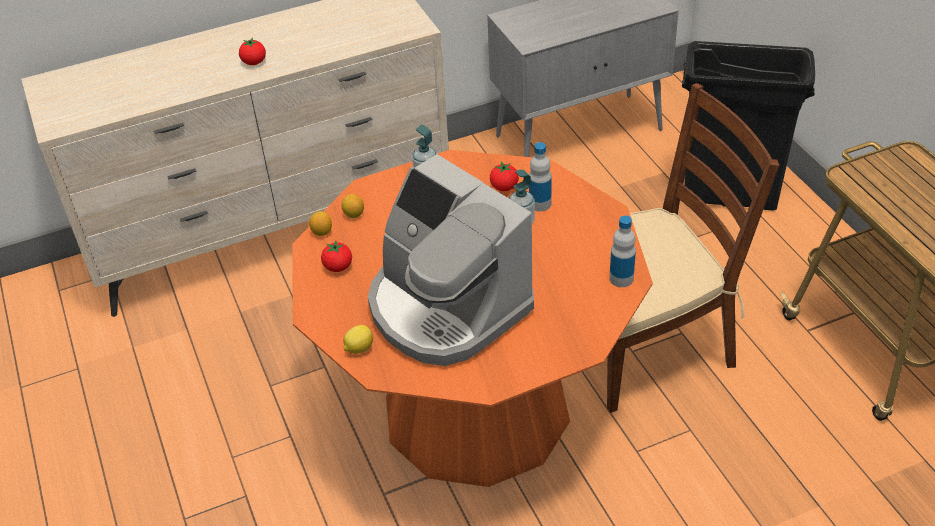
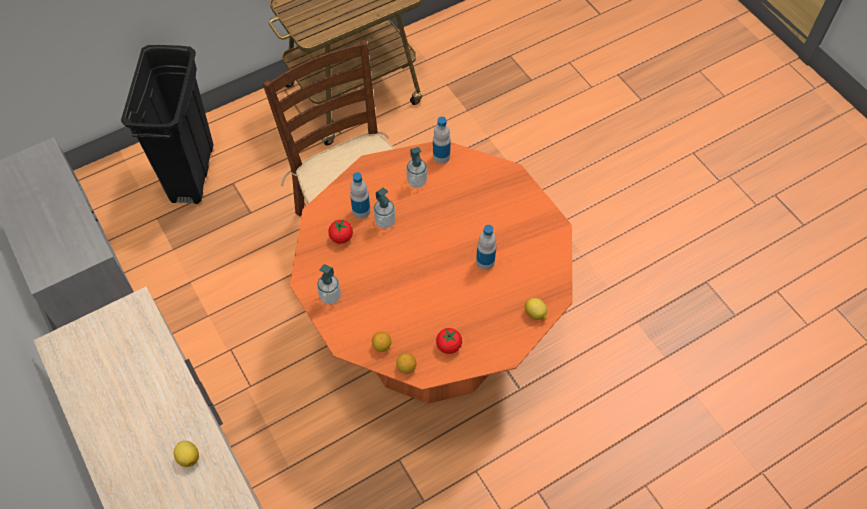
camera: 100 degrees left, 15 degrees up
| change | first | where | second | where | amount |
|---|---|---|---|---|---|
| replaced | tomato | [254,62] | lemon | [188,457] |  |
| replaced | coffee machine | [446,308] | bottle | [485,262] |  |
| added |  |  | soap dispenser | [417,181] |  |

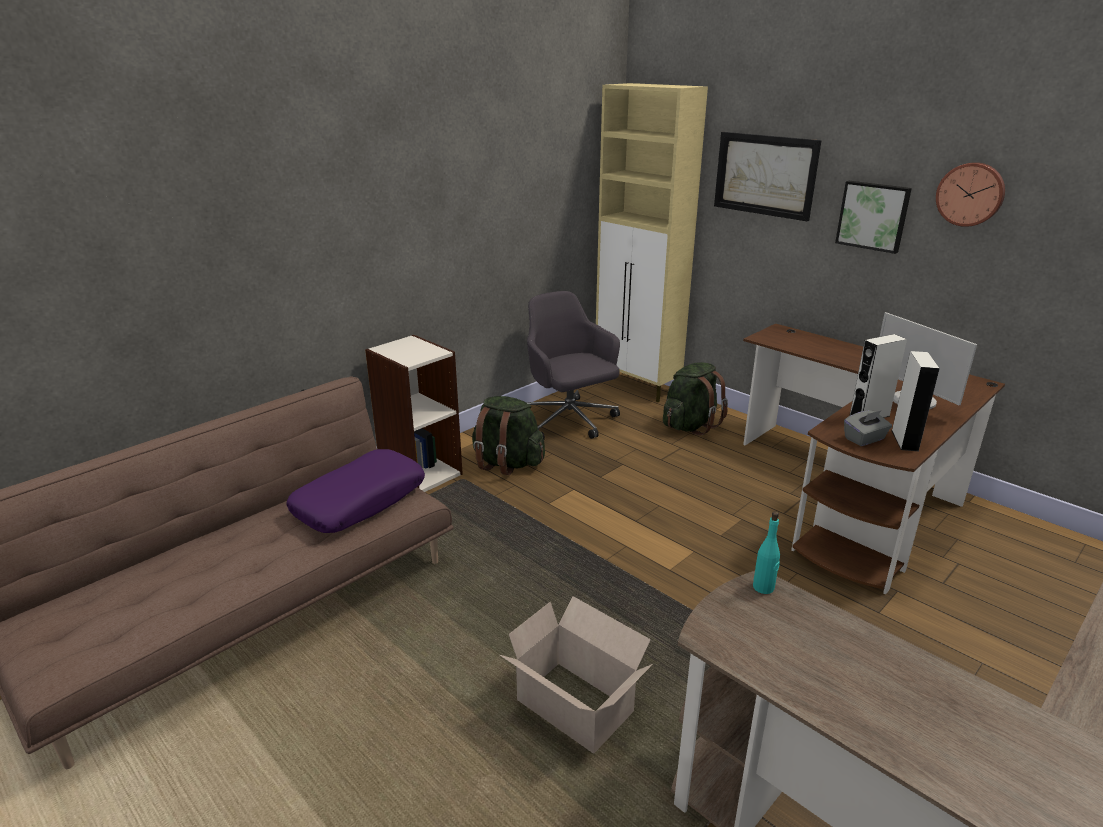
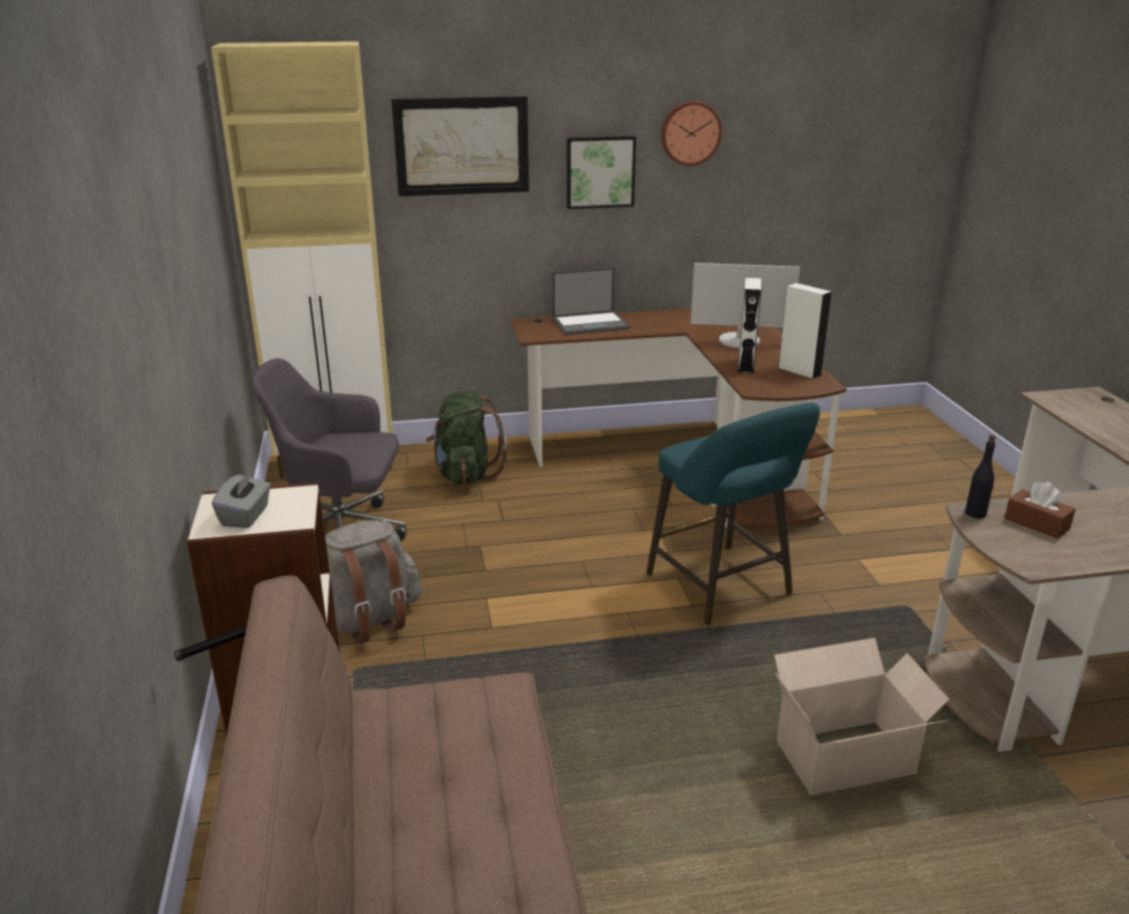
camera: 55 degrees left, 0 degrees up
| change | first | where | second | where | amount |
|---|---|---|---|---|---|
| removed | purple pillow | [359,501] |  |  |  |
| recoloured | green backpack | [507,463] | grey backpack | [367,620] |  |
| recoloured | turquoise bottle | [763,587] | black bottle | [975,513] |  |
| moved | grey tissue box | [865,439] |  | [246,516] |  |
| added |  |  | laptop | [591,324] |  |
| added |  |  | turquoise stool | [723,589] |  |
| added |  |  | brown tissue box | [1036,523] |  |

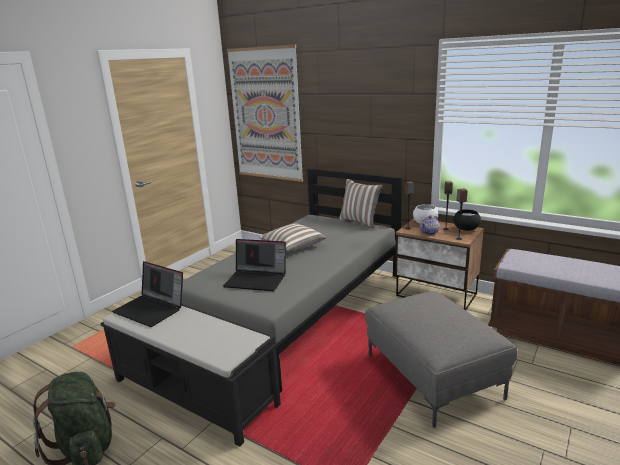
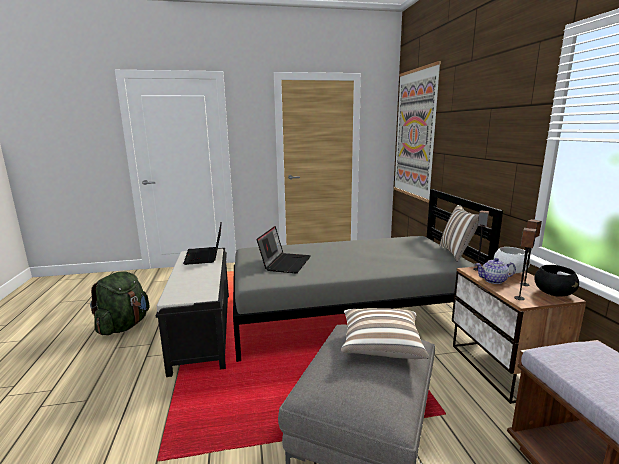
camera: 45 degrees right, 5 degrees down
| change | first | where | second | where | amount |
|---|---|---|---|---|---|
| turned | laptop | [257,279] |  | [285,263] | 135 degrees counterclockwise |
| moved | pillow | [292,247] |  | [381,346] |  |

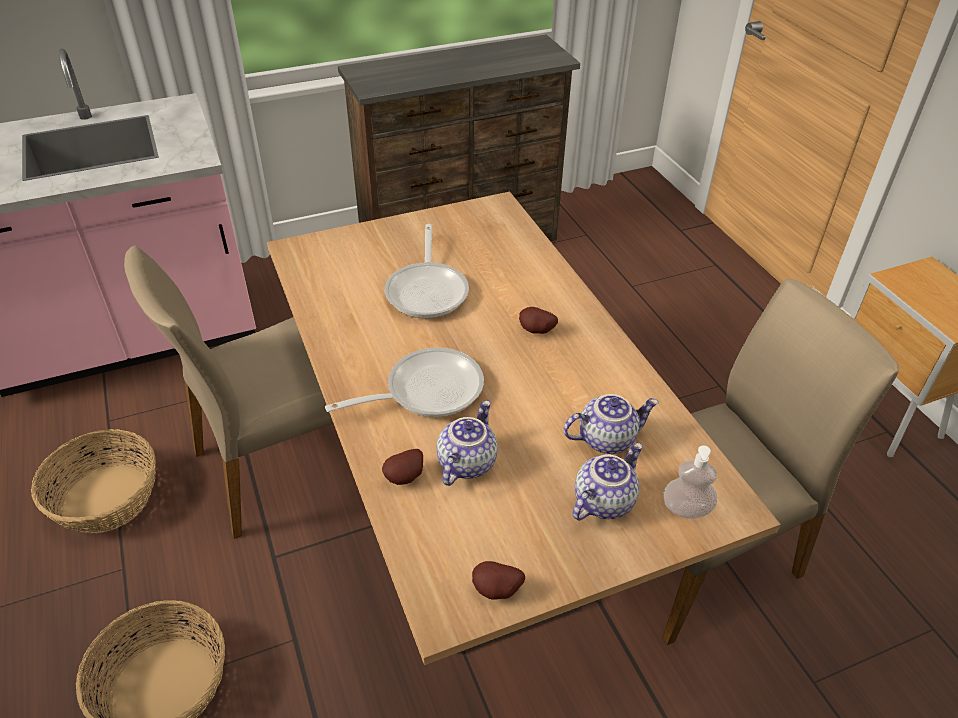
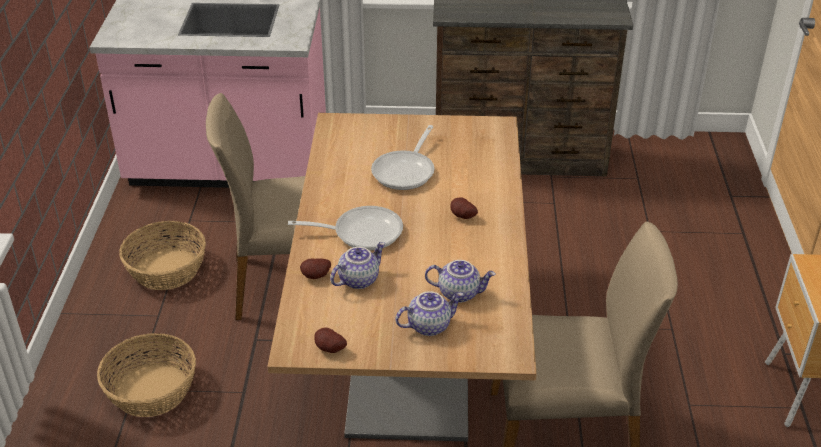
camera: 25 degrees right, 5 degrees down
| change | first | where | second | where | amount |
|---|---|---|---|---|---|
| removed | soap dispenser | [686,509] |  |  |  |

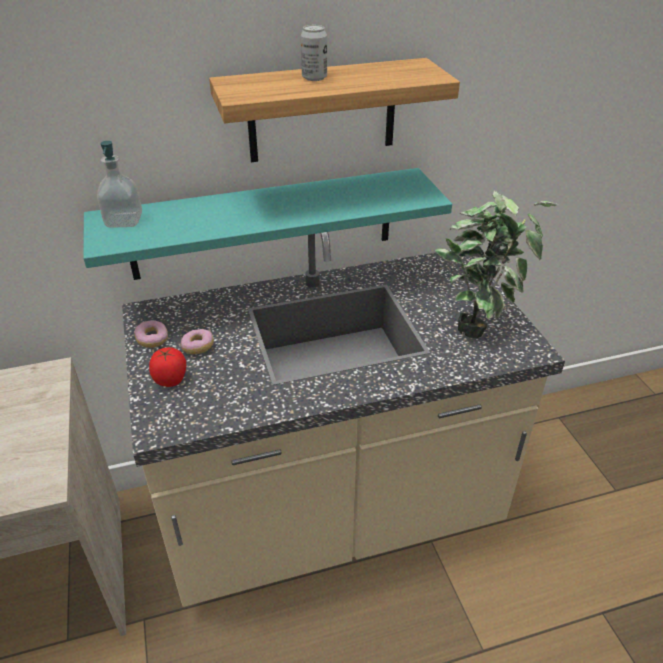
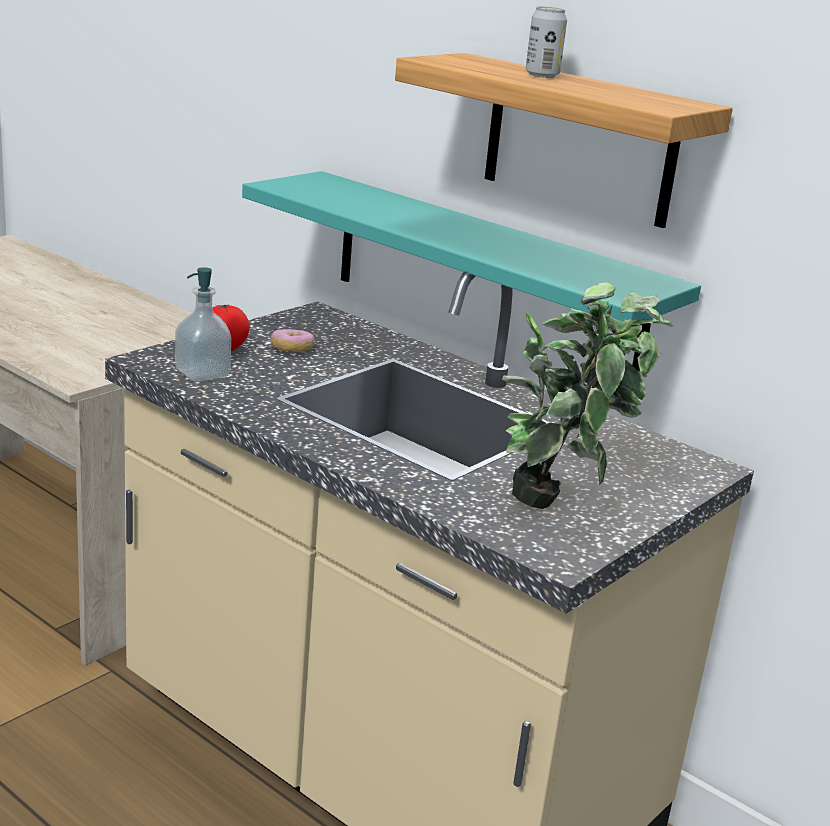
camera: 55 degrees right, 15 degrees down
| change | first | where | second | where | amount |
|---|---|---|---|---|---|
| moved | soap dispenser | [124,221] |  | [202,373] |  |
| removed | donut | [152,340] |  |  |  |

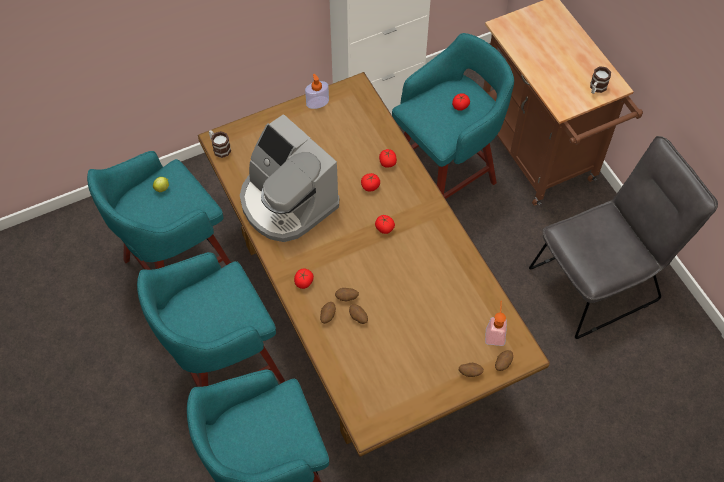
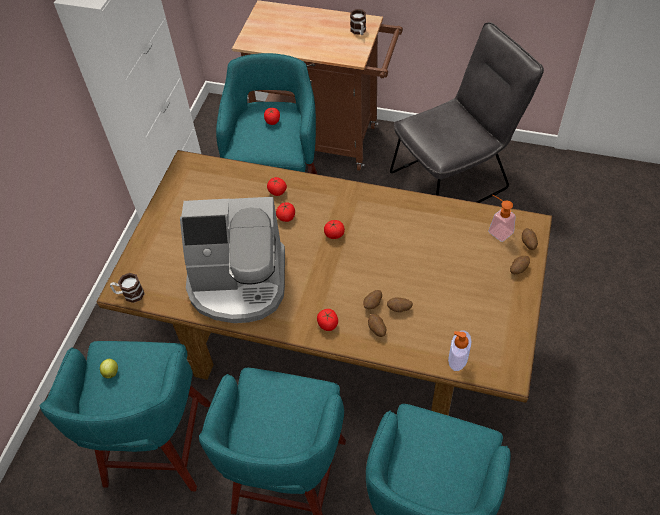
camera: 45 degrees left, 5 degrees down
| change | first | where | second | where | amount |
|---|---|---|---|---|---|
| moved | soap dispenser | [317,102] |  | [458,358] |  |
| turned | grey chair | [602,281] |  | [455,177] | 45 degrees clockwise |

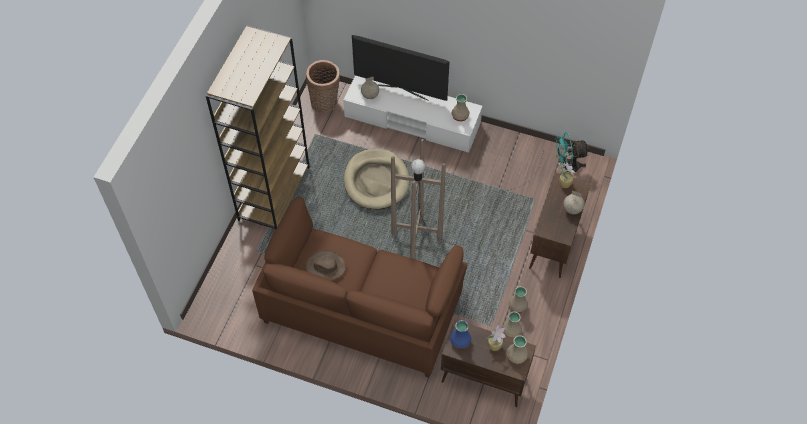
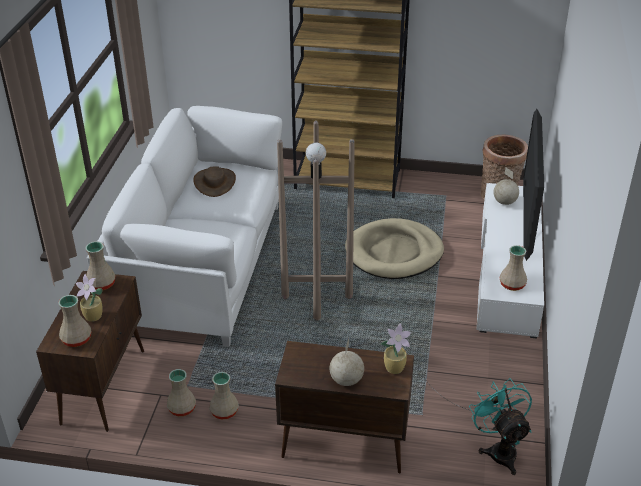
camera: 80 degrees right, 20 degrees down
| change | first | where | second | where | amount |
|---|---|---|---|---|---|
| recoloured | brown sofa | [362,309] | white sofa | [200,265] |  |
| recoloured | blue vase | [459,340] | beige vase | [102,283] |  |

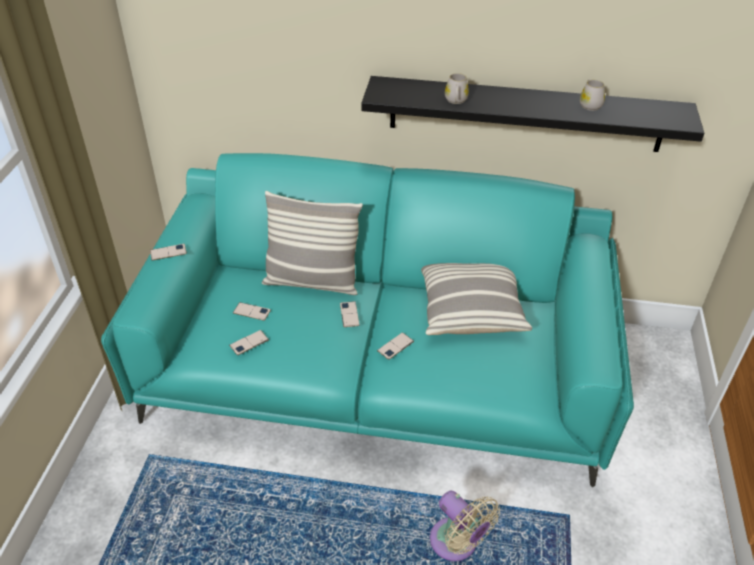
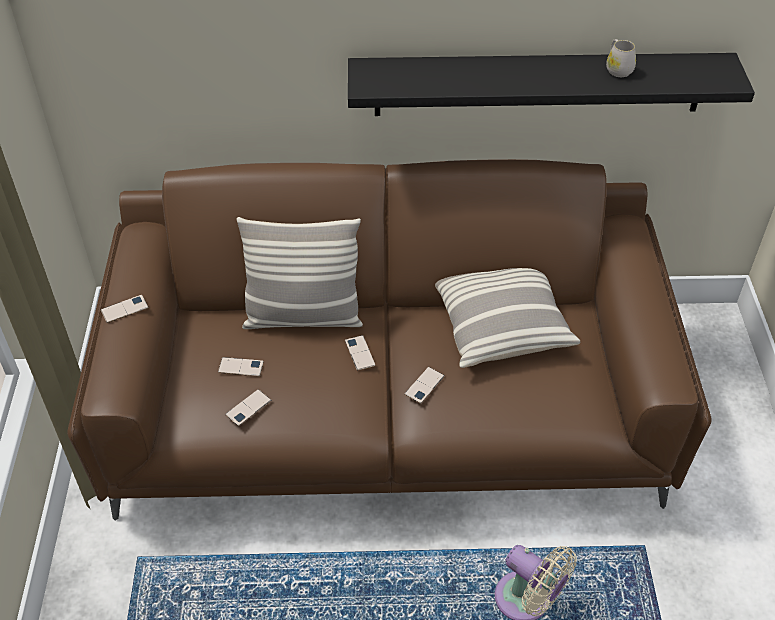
camera: 10 degrees left, 5 degrees up
| change | first | where | second | where | amount |
|---|---|---|---|---|---|
| recoloured | turquoise sofa | [377,373] | brown sofa | [389,410] |  |
| removed | white mug | [455,101] |  |  |  |

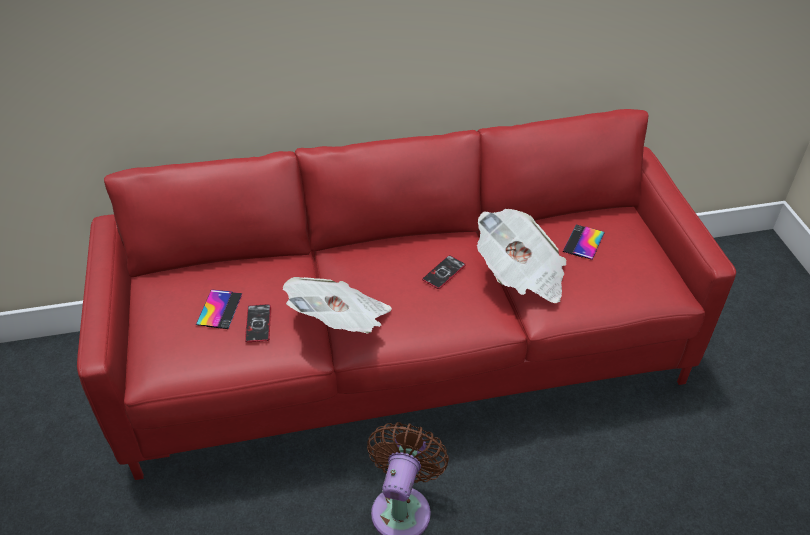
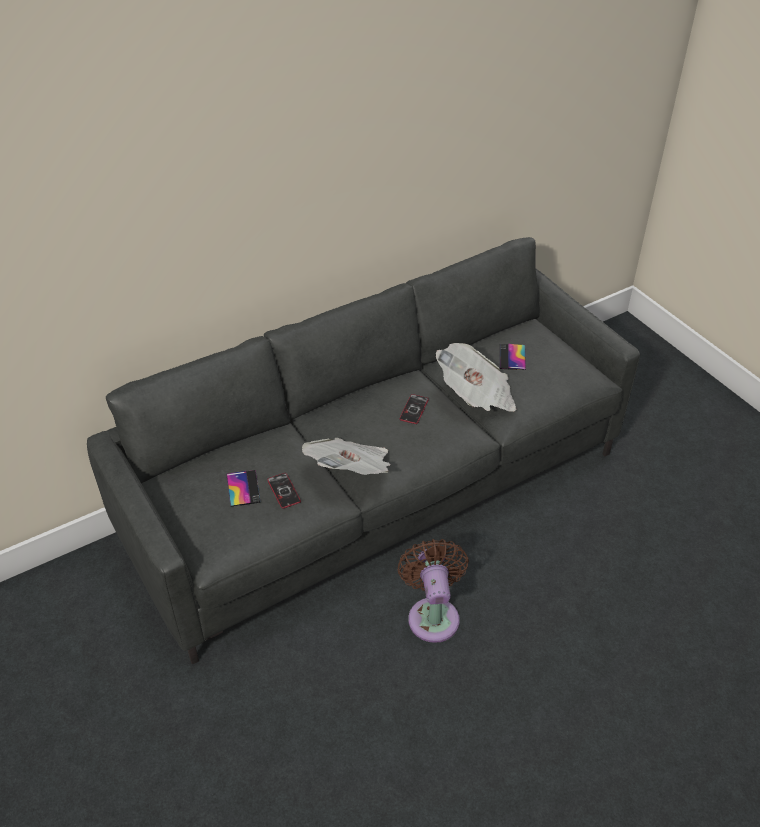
camera: 20 degrees left, 0 degrees up
| change | first | where | second | where | amount |
|---|---|---|---|---|---|
| recoloured | red sofa | [405,361] | grey sofa | [379,498] |  |

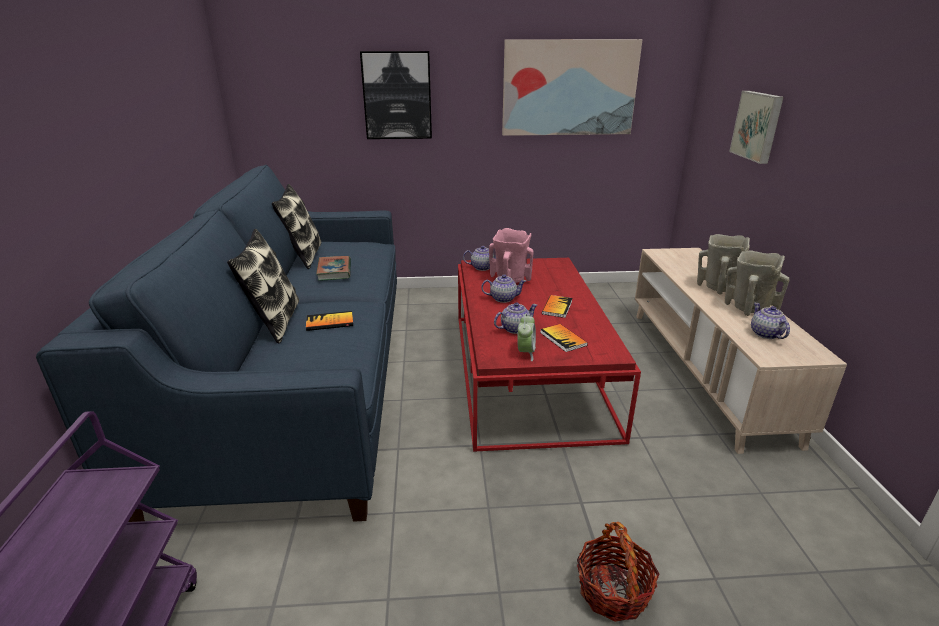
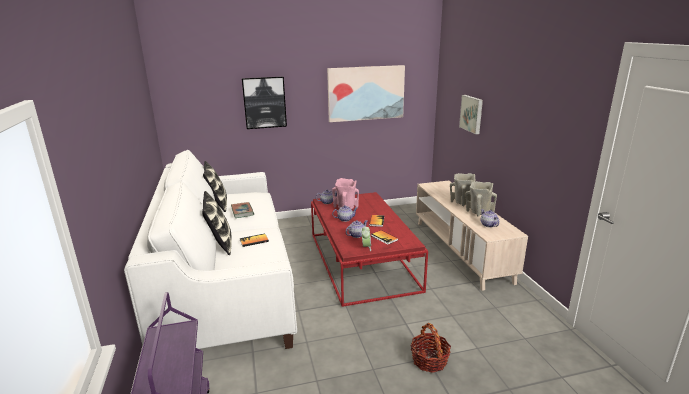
camera: 10 degrees left, 5 degrees down
| change | first | where | second | where | amount |
|---|---|---|---|---|---|
| recoloured | blue sofa | [300,384] | white sofa | [226,283] |  |

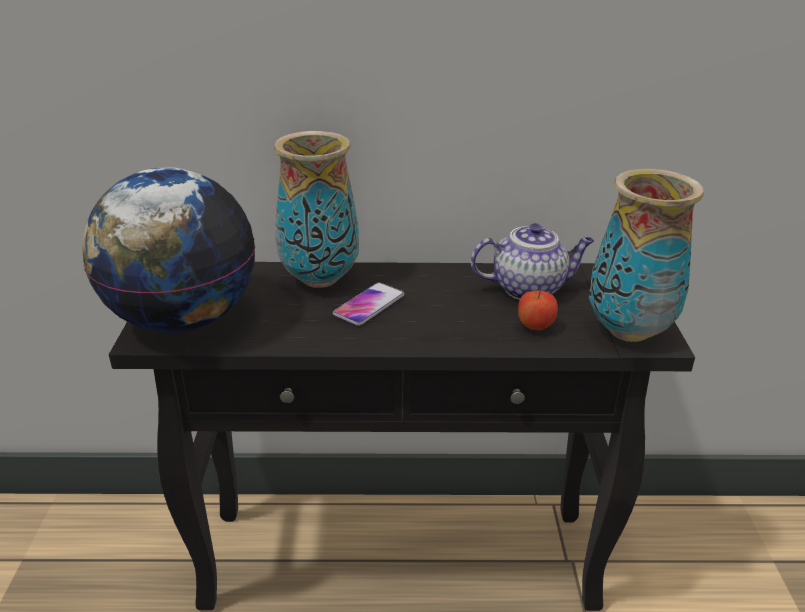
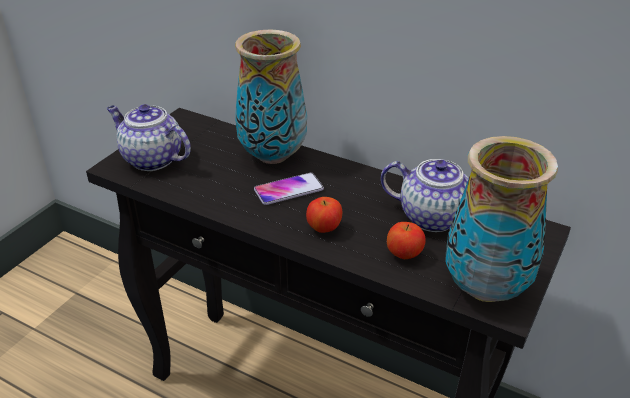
camera: 30 degrees right, 5 degrees up
| change | first | where | second | where | amount |
|---|---|---|---|---|---|
| replaced | globe | [182,319] | teapot | [151,159] |  |
| added |  |  | apple | [324,229] |  |

